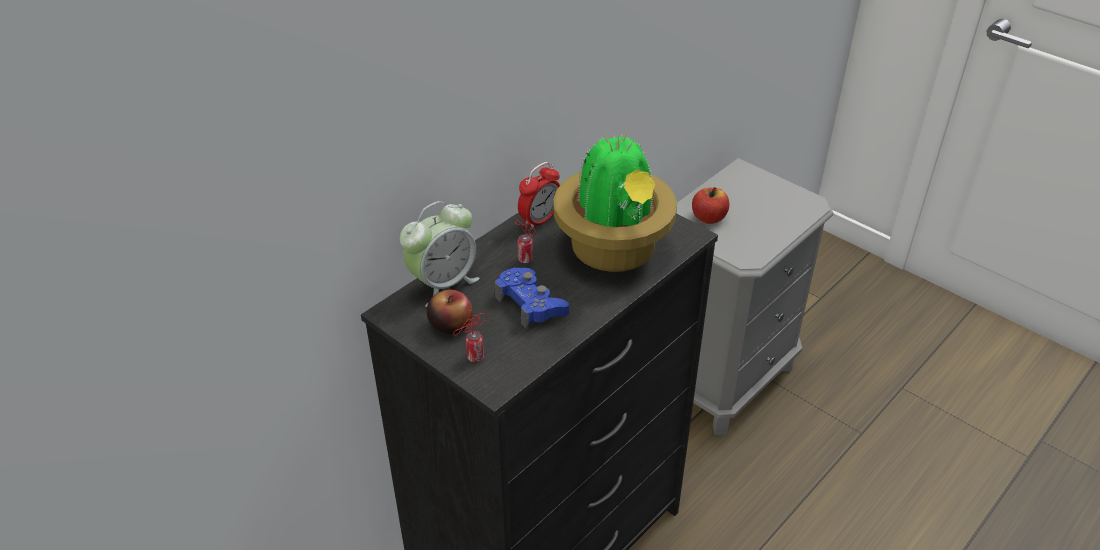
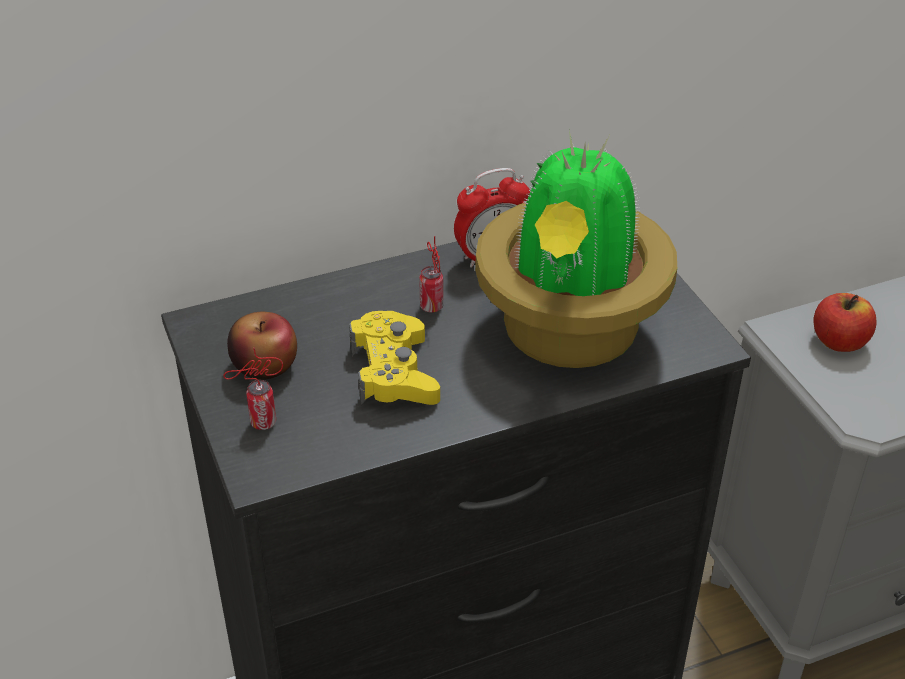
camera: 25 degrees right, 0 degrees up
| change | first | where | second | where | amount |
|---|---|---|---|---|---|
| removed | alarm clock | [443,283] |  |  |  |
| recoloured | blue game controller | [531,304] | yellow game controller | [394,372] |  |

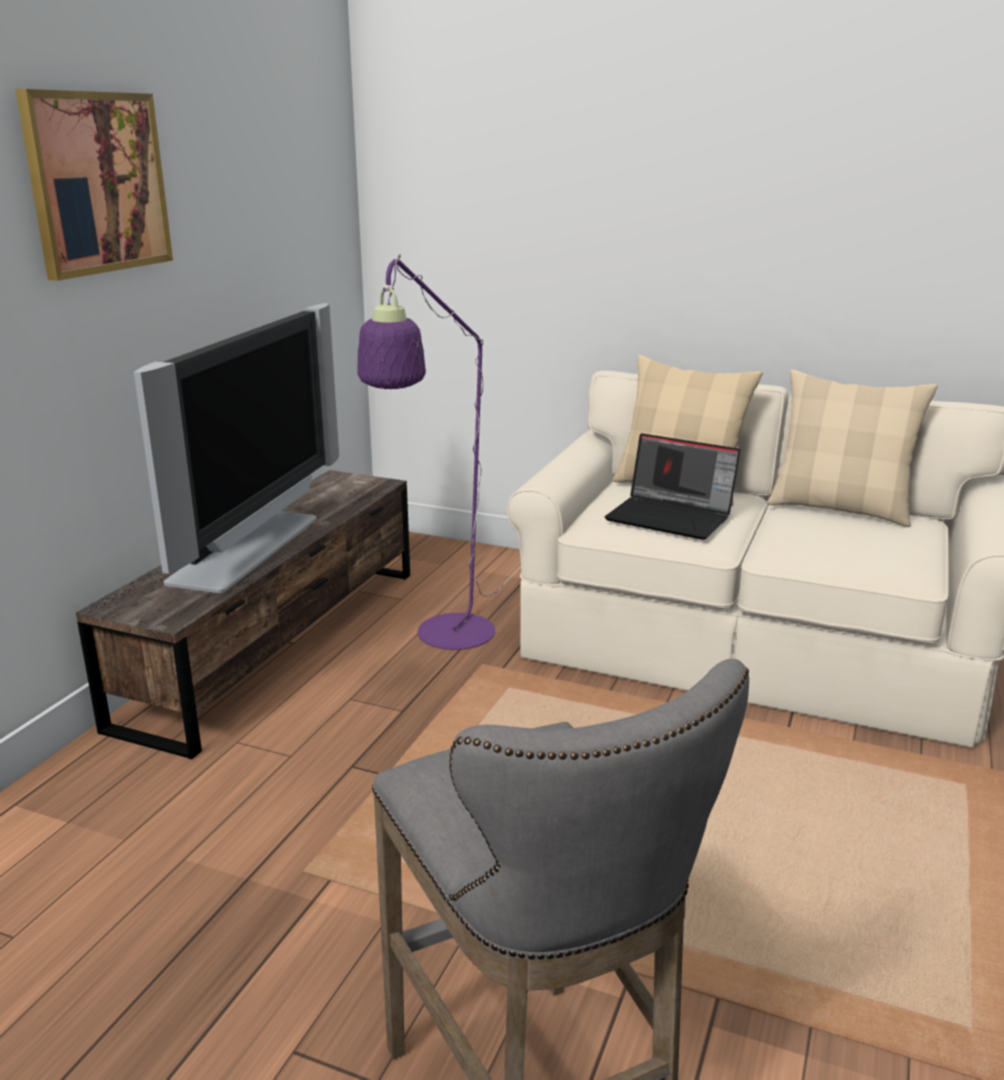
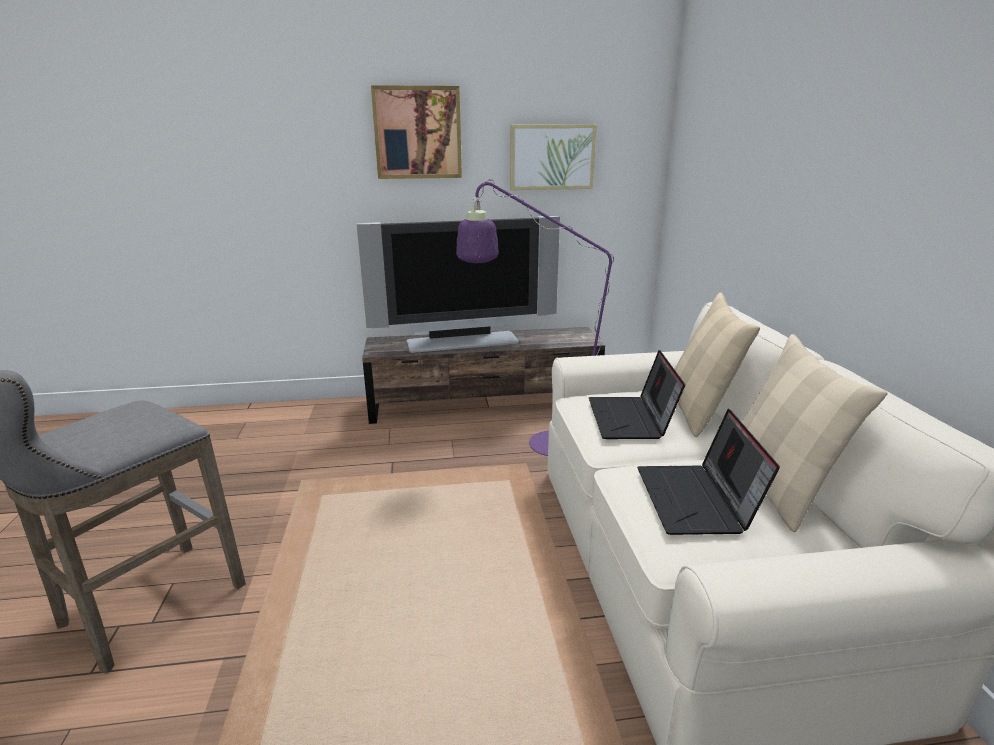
camera: 60 degrees right, 0 degrees up
| change | first | where | second | where | amount |
|---|---|---|---|---|---|
| added |  |  | picture | [552,157] |  |
| added |  |  | laptop | [697,501] |  |

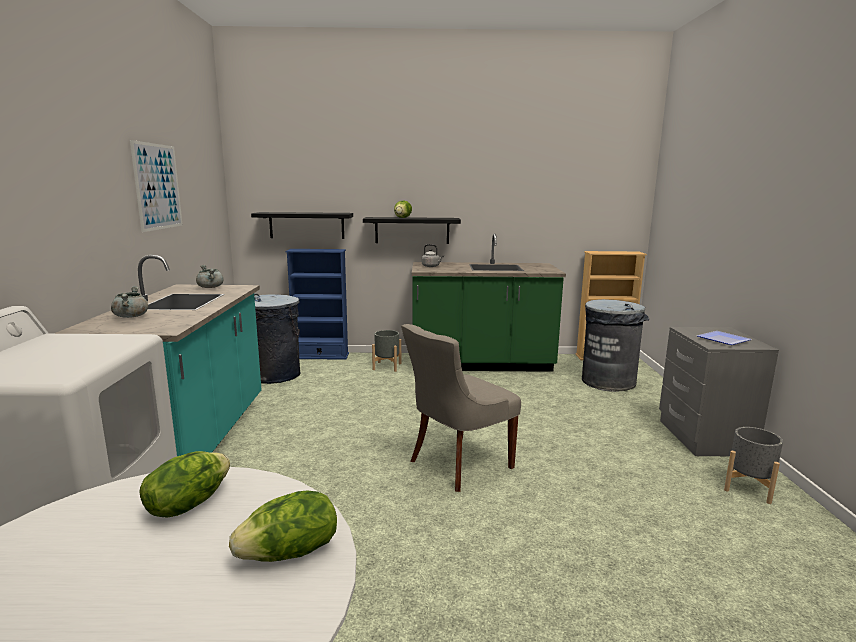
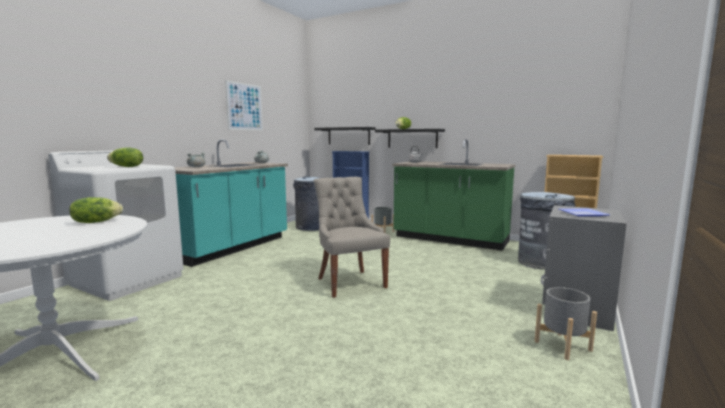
camera: 30 degrees right, 5 degrees down
| change | first | where | second | where | amount |
|---|---|---|---|---|---|
| moved | lettuce | [290,553] |  | [127,167] |  |
| turned | grey chair | [458,464] |  | [349,282] | 75 degrees clockwise |

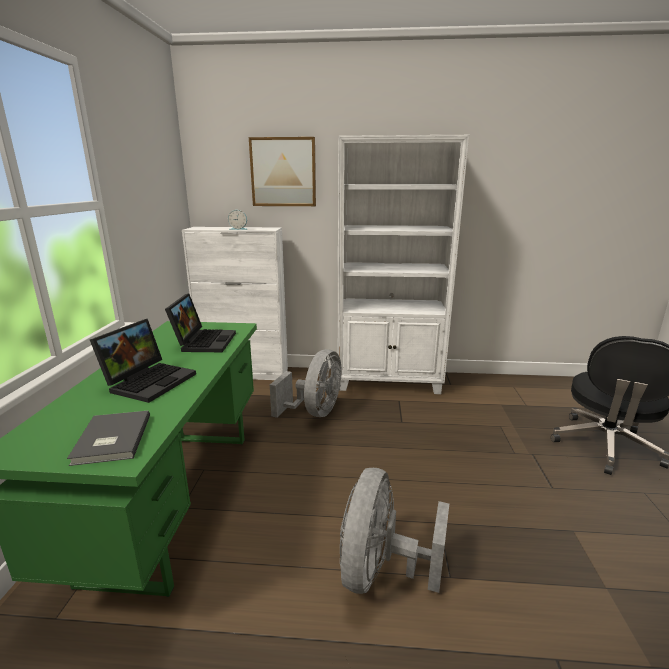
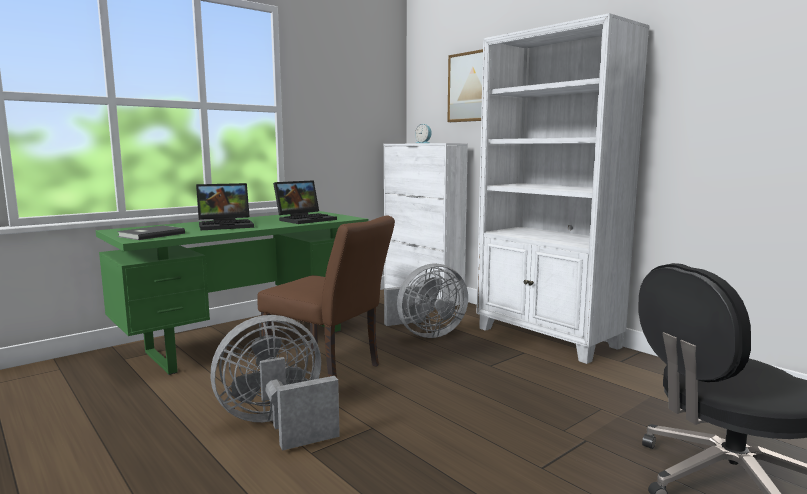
camera: 45 degrees right, 10 degrees down
| change | first | where | second | where | amount |
|---|---|---|---|---|---|
| added |  |  | brown chair | [329,371] |  |

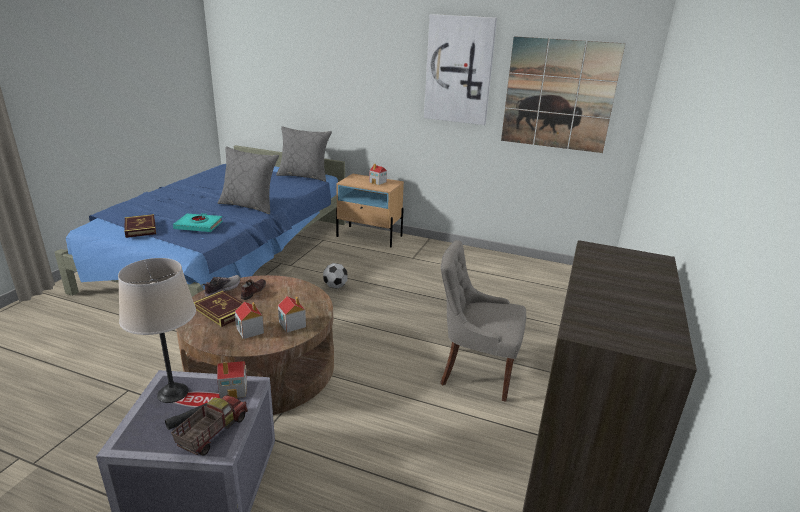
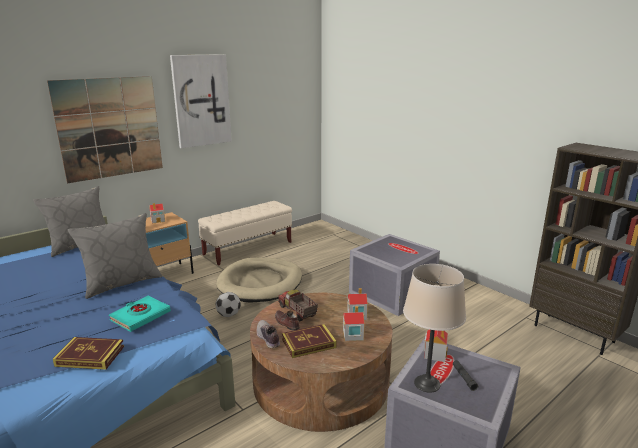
camera: 60 degrees left, 5 degrees down
| change | first | where | second | where | amount |
|---|---|---|---|---|---|
| moved | toy truck | [212,433] |  | [297,312] |  |
| replaced | grey chair | [475,371] | grey storage box | [390,292] |  |
| moved | picture | [558,95] |  | [110,128] |  |
| added |  |  | beige bench | [248,248] |  |
| added |  |  | beige dog bed | [260,283] |  |

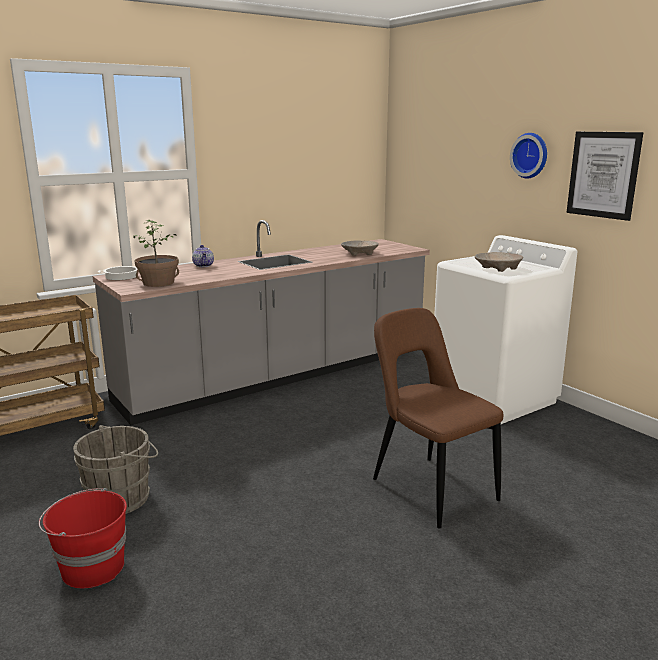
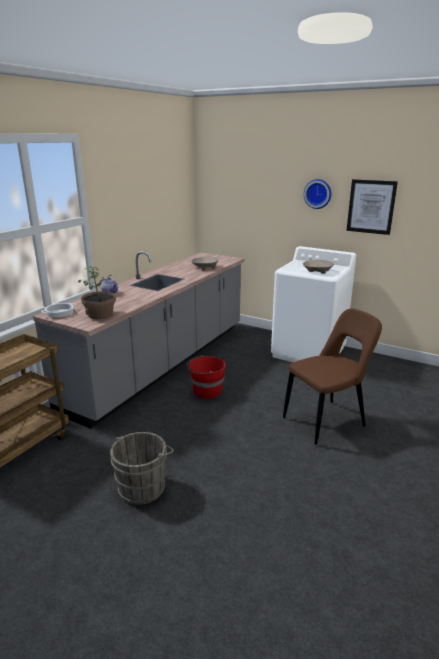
camera: 25 degrees left, 5 degrees up
| change | first | where | second | where | amount |
|---|---|---|---|---|---|
| moved | red bucket | [91,567] |  | [206,391] |  |
| turned | brown chair | [429,487] |  | [327,421] | 120 degrees clockwise |

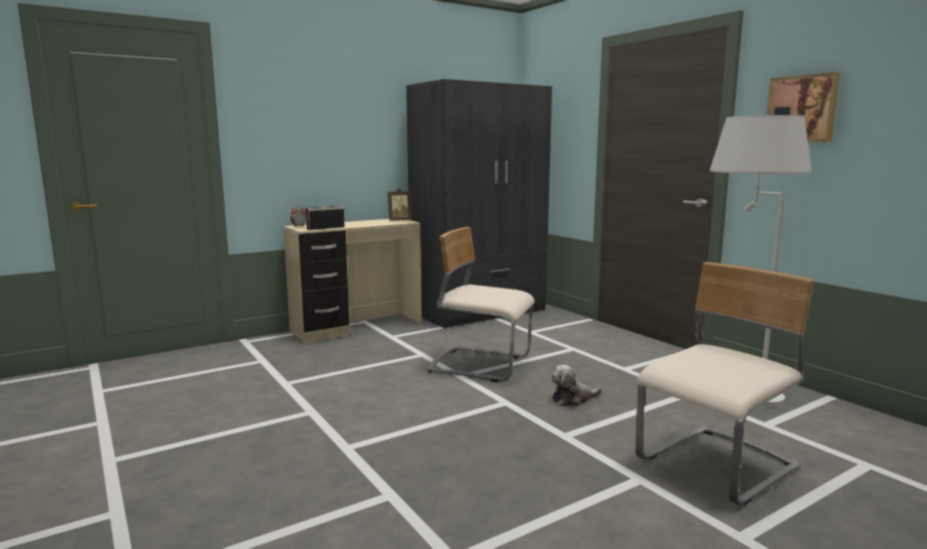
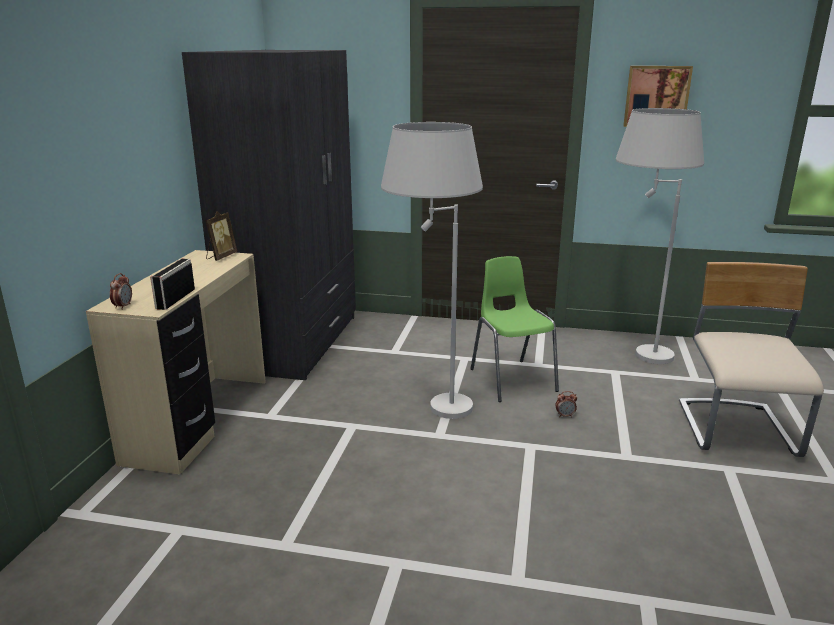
camera: 45 degrees left, 10 degrees up
| change | first | where | second | where | amount |
|---|---|---|---|---|---|
| replaced | beige chair | [480,365] | white floor lamp | [430,413] |  |
| replaced | plush toy | [573,399] | alarm clock | [565,415] |  |
| added |  |  | green chair | [512,380] |  |

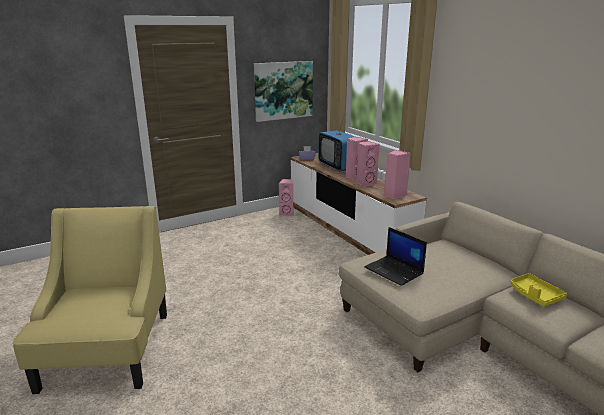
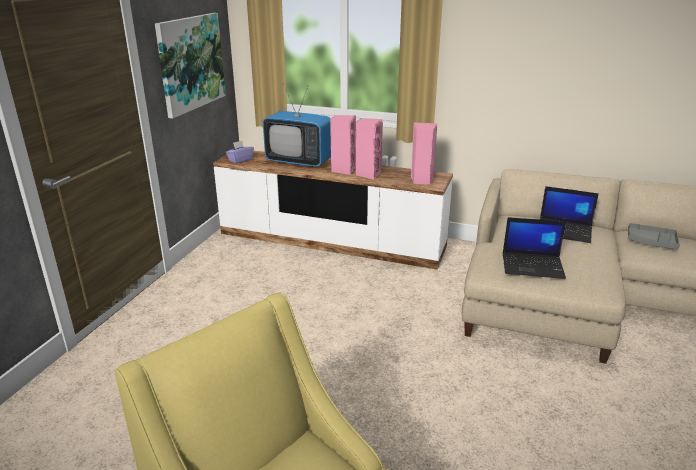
camera: 40 degrees left, 5 degrees up
| change | first | where | second | where | amount |
|---|---|---|---|---|---|
| removed | pink speaker | [287,213] |  |  |  |
| recoloured | yellow tray | [535,295] | grey tray | [651,242] |  |
| added |  |  | laptop | [565,231] |  |

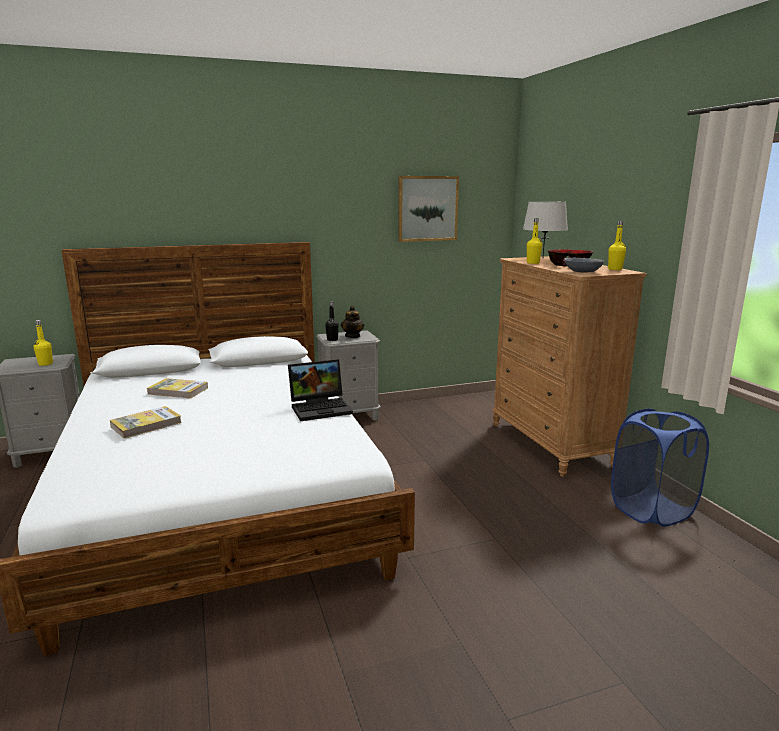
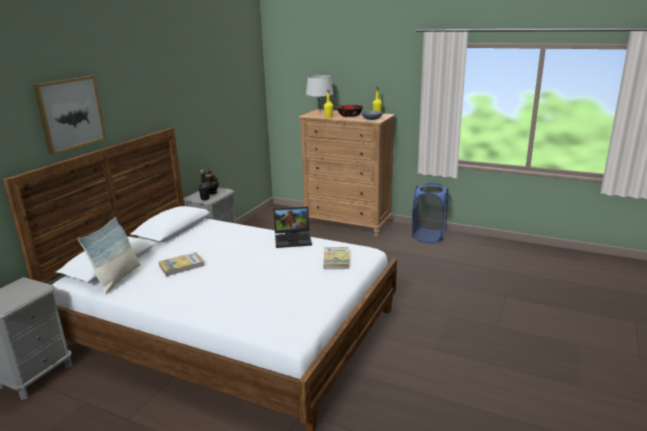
camera: 45 degrees left, 5 degrees up
| change | first | where | second | where | amount |
|---|---|---|---|---|---|
| removed | yellow bottle | [45,364] |  |  |  |
| moved | book | [146,425] |  | [336,260] |  |
| turned | laptop | [321,408] |  | [294,239] | 60 degrees clockwise |
| moved | picture | [427,208] |  | [70,113] |  |
| added |  |  | pillow | [117,278] |  |

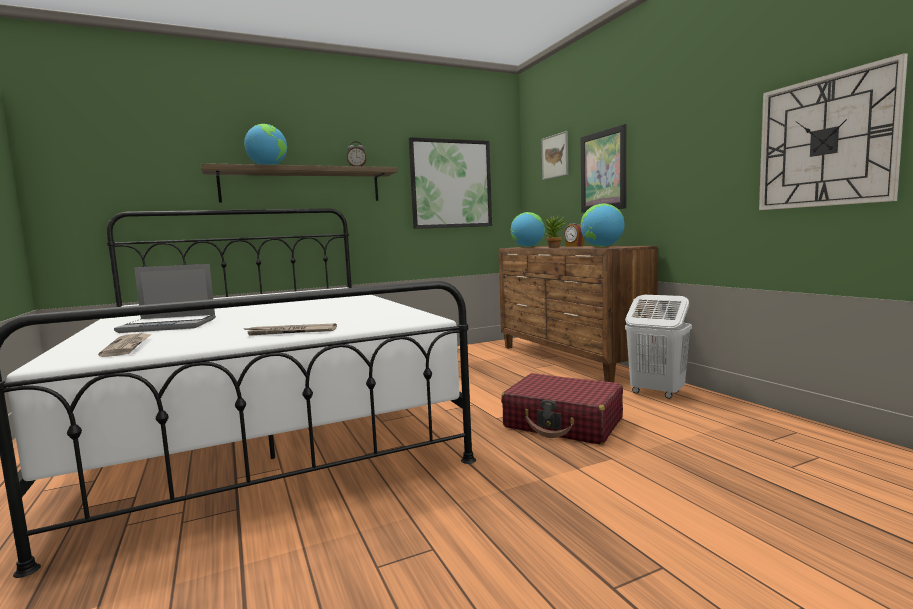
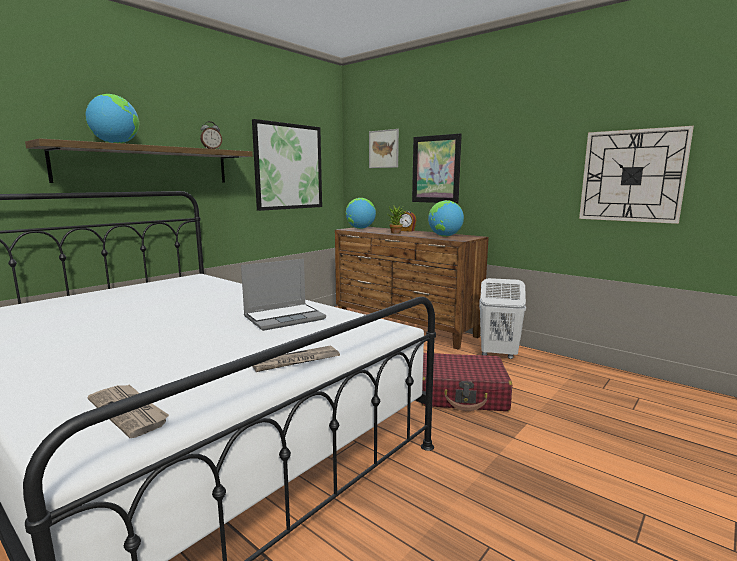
camera: 25 degrees left, 5 degrees up
| change | first | where | second | where | amount |
|---|---|---|---|---|---|
| moved | laptop | [170,325] |  | [285,318] |  |

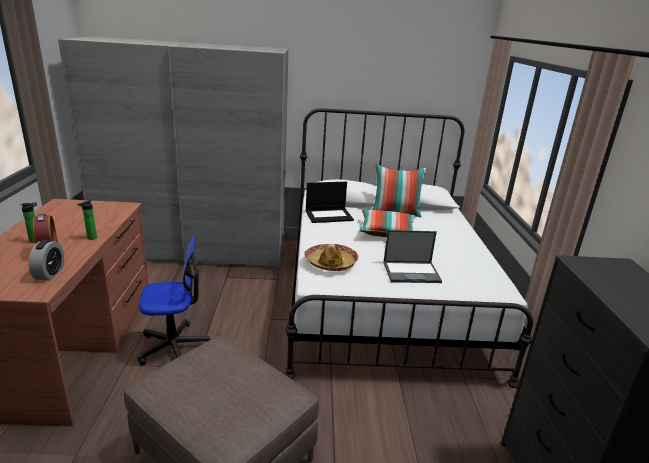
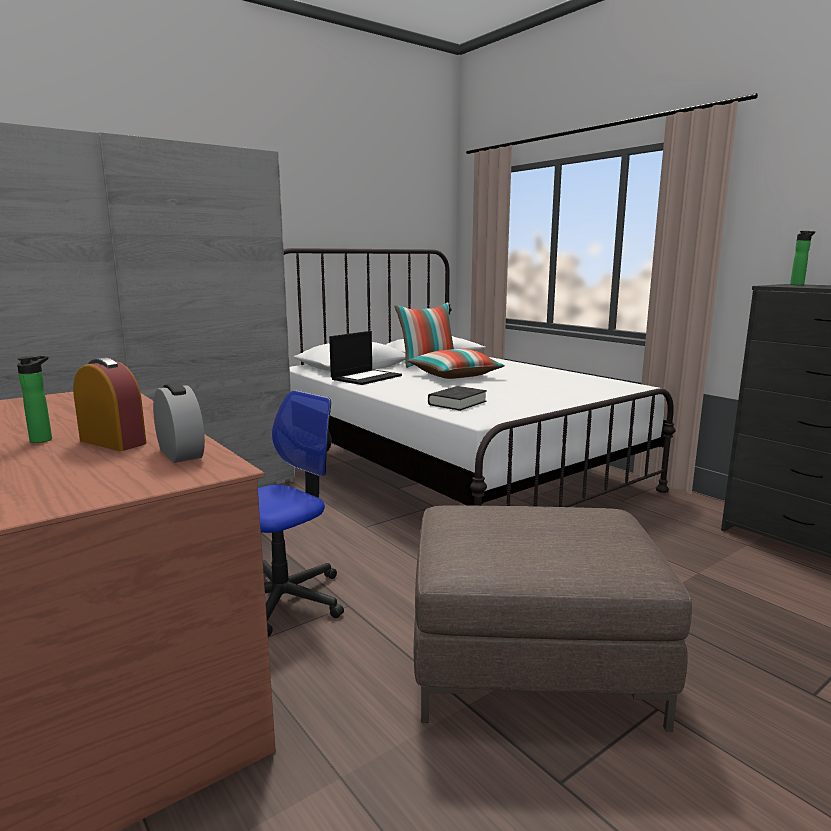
camera: 35 degrees left, 10 degrees down
| change | first | where | second | where | amount |
|---|---|---|---|---|---|
| moved | bottle | [90,238] |  | [798,285] |  |
| replaced | hat | [331,263] | black book | [457,403] |  |
| removed | laptop | [412,272] |  |  |  |

